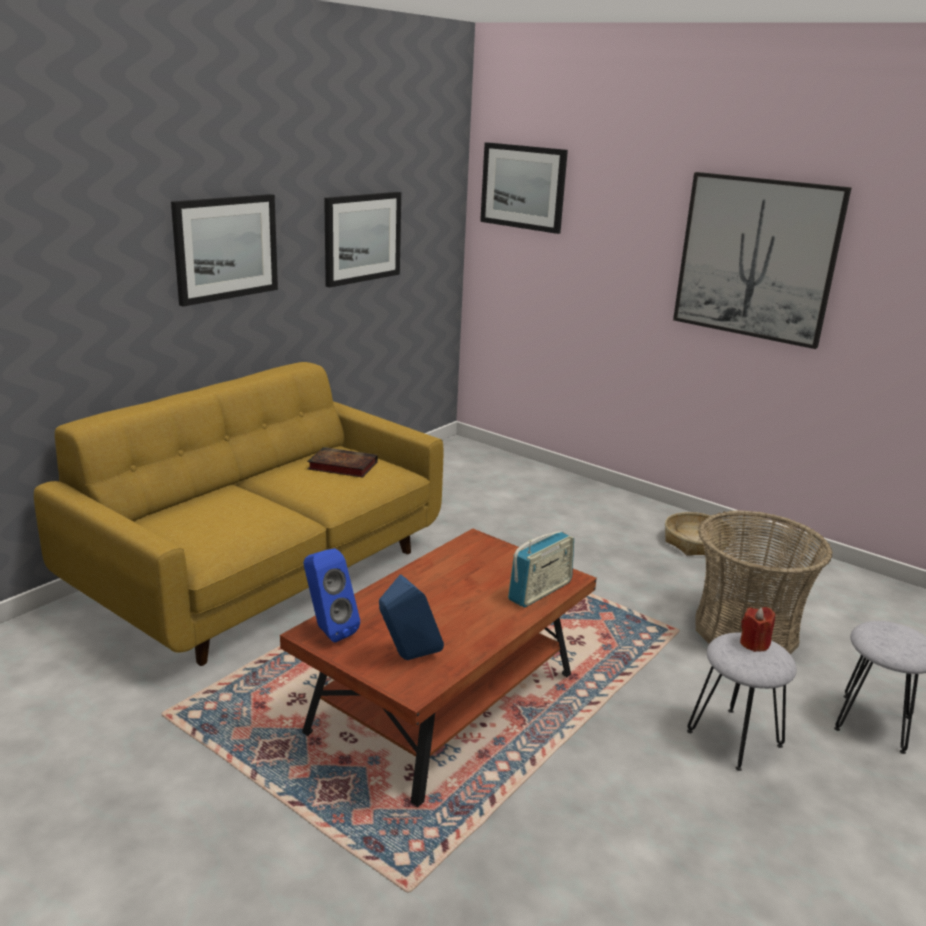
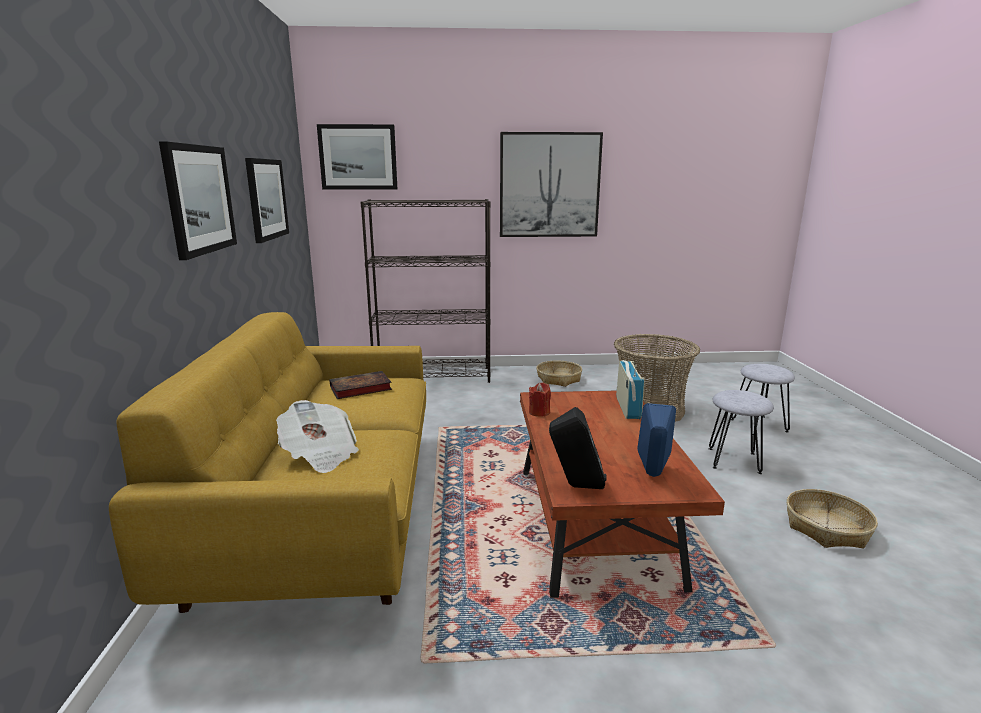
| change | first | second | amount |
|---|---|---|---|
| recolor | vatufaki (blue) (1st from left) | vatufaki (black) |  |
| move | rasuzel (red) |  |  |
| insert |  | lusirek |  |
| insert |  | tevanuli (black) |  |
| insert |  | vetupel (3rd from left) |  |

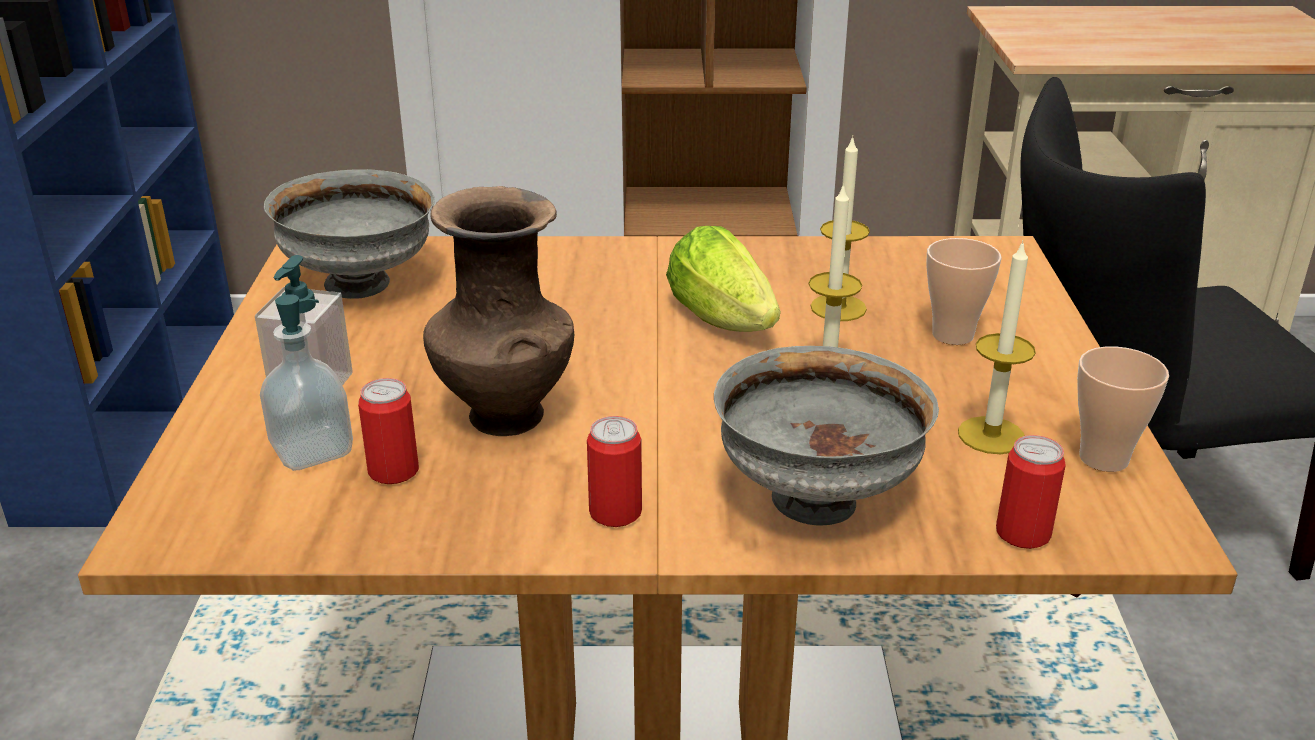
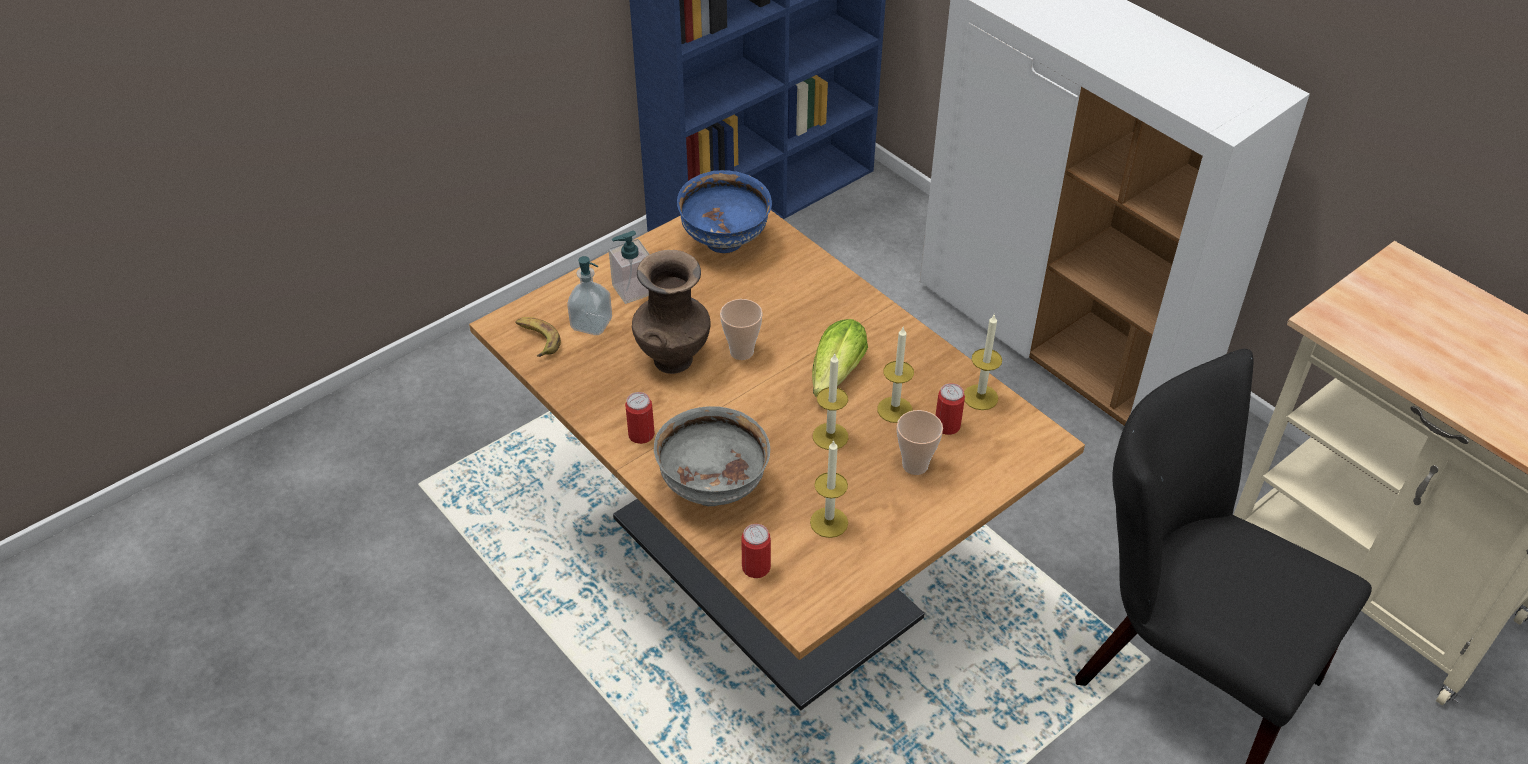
| change | first | second | amount |
|---|---|---|---|
| recolor | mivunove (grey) (1st from left) | mivunove (blue) |  |
| move | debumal (1st from left in the first image) | debumal (3rd from left) |  |
| move | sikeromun (2nd from left in the first image) | sikeromun (1st from left) |  |
| insert |  | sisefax |  |
| insert |  | rasuzel (4th from left) |  |

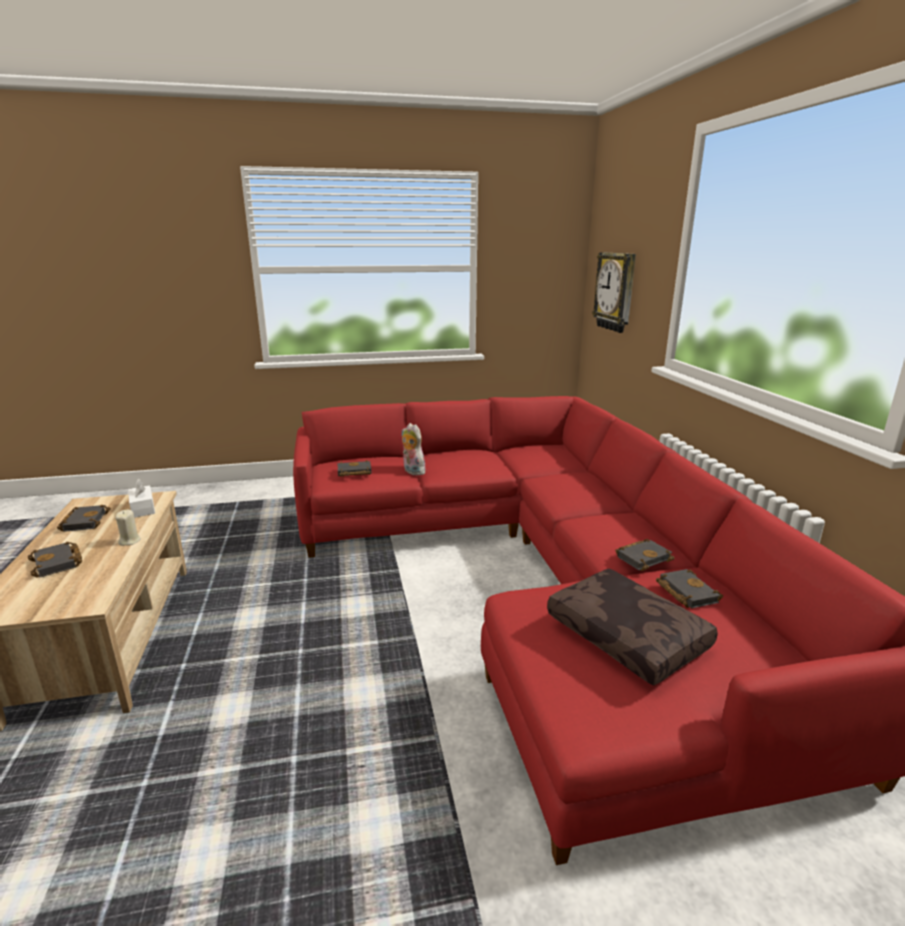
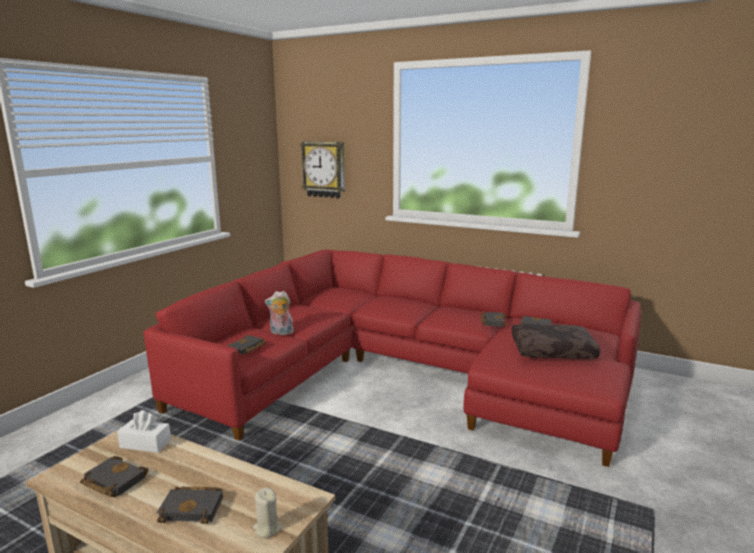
| change | first | second | amount |
|---|---|---|---|
| move | rasuzel (beige) |  |  |

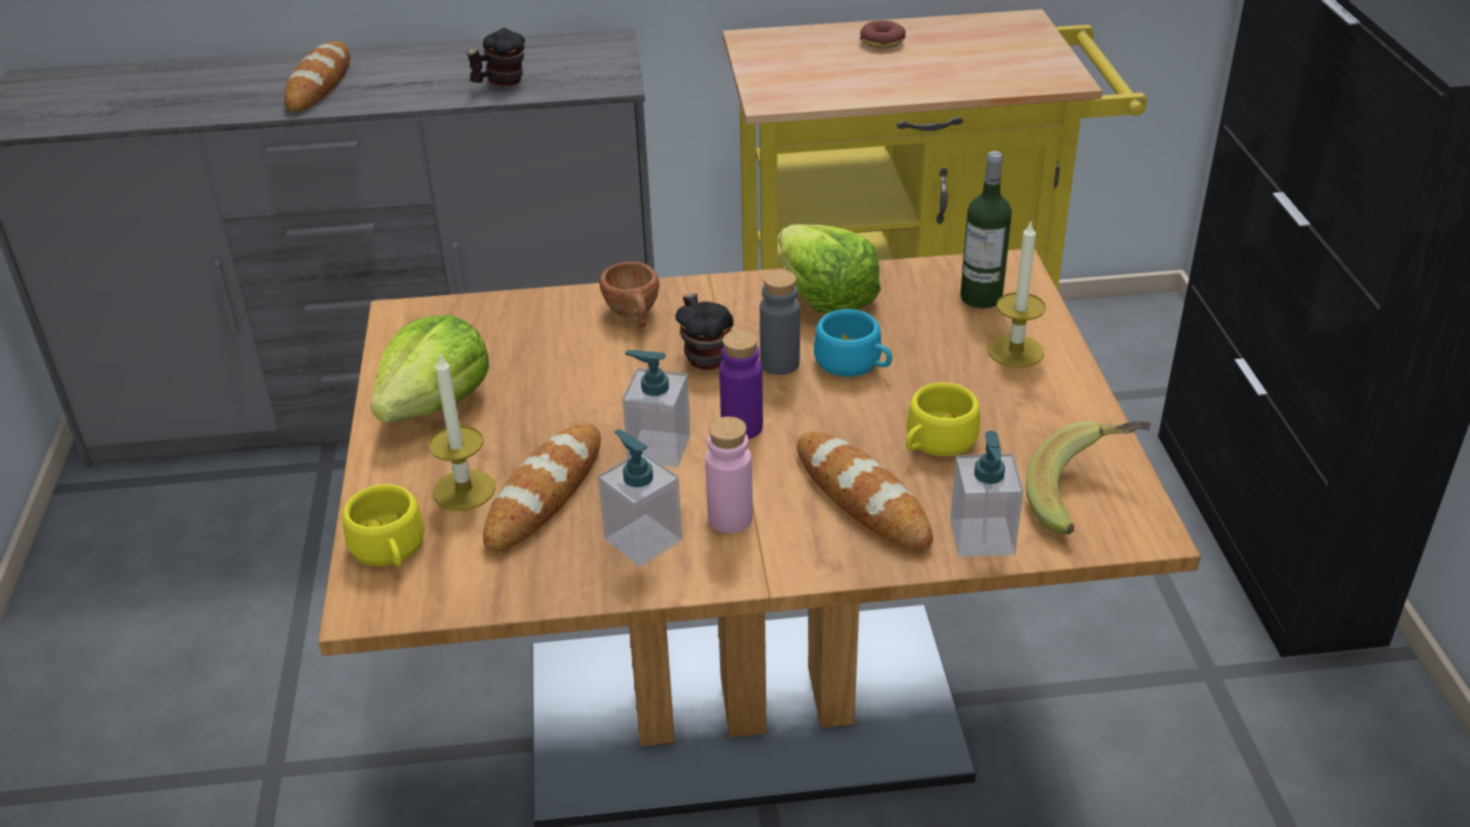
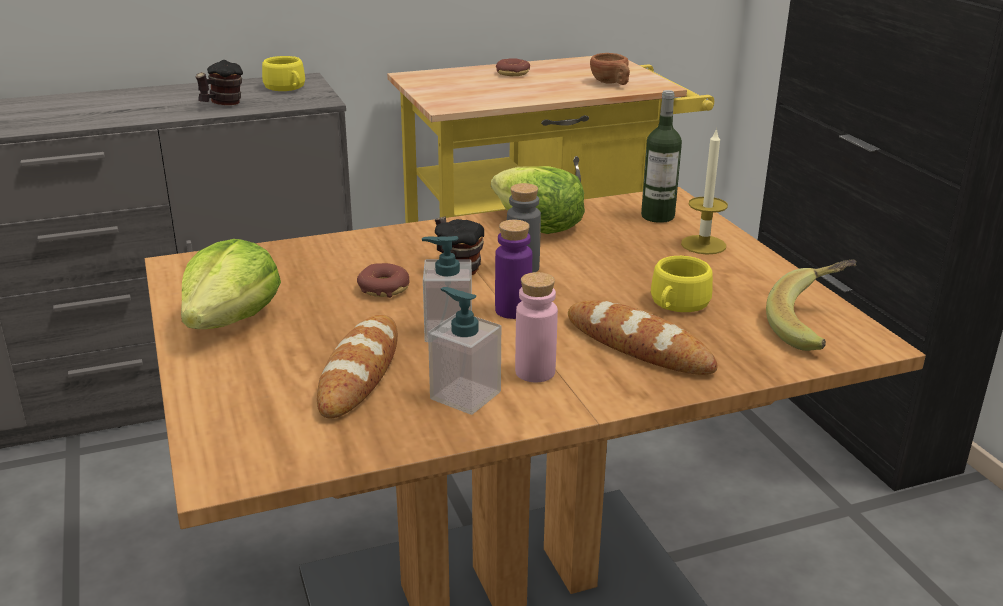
| change | first | second | amount |
|---|---|---|---|
| delete | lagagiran (1st from left) |  |  |
| move | sikeromun (yellow) (1st from left) |  |  |
| delete | rasuzel (1st from left) |  |  |
| move | sikeromun (brown) |  |  |
| delete | sikeromun (turquoise) |  |  |
| delete | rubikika (3rd from left) |  |  |
| insert |  | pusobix (1st from left) |  |

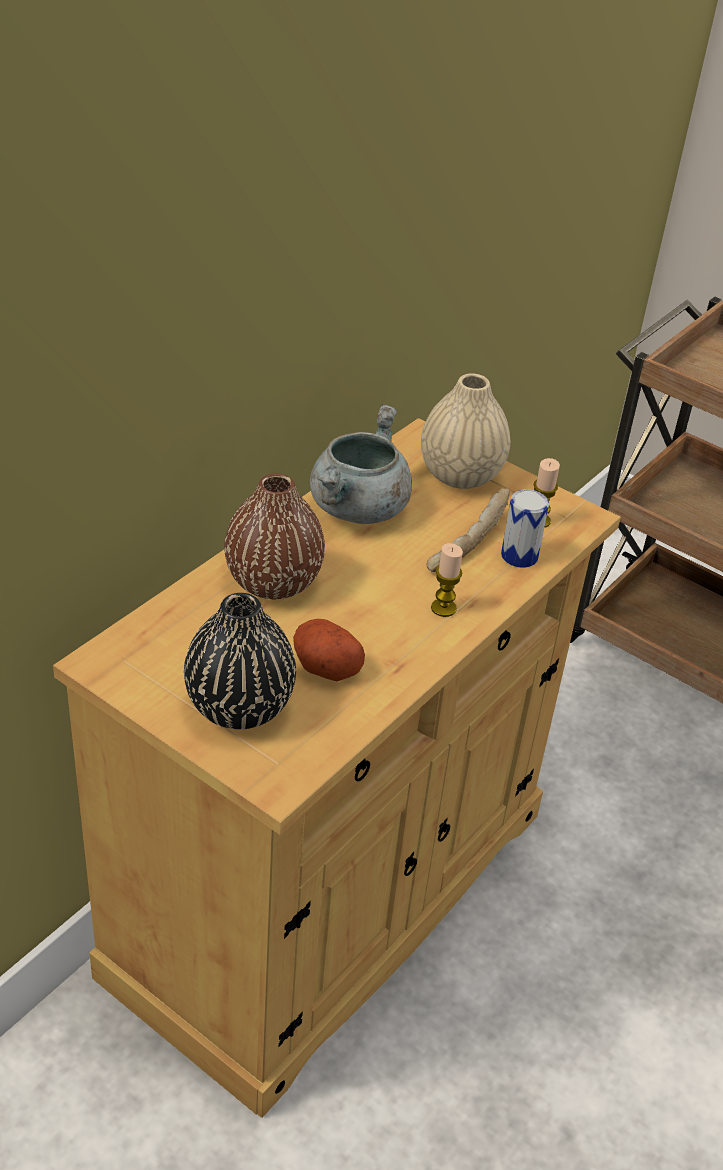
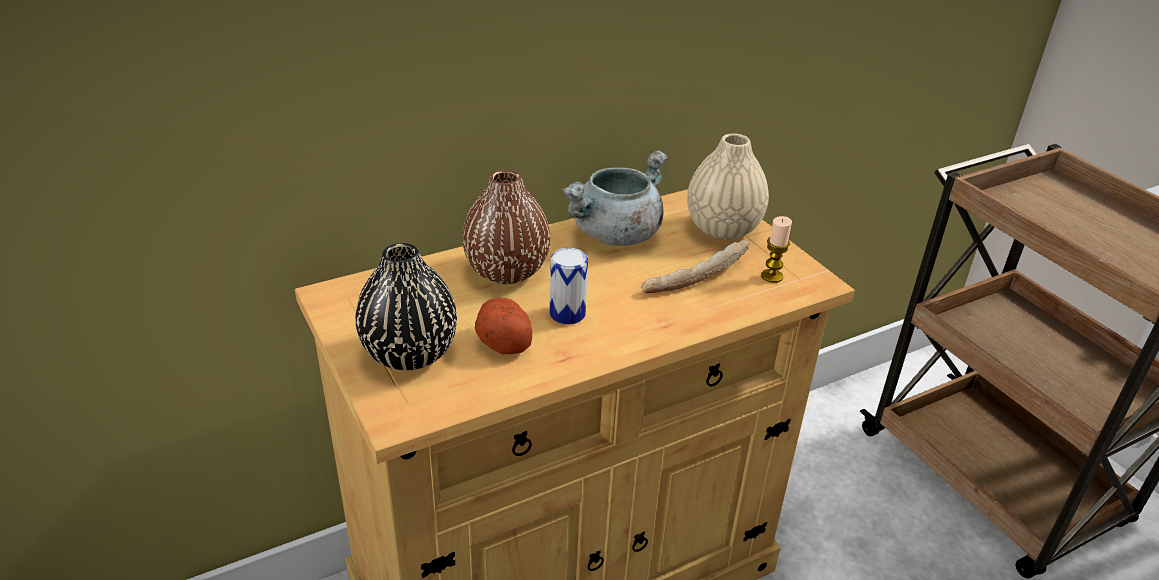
| change | first | second | amount |
|---|---|---|---|
| delete | rasuzel (1st from left) |  |  |
| move | debumal |  |  |

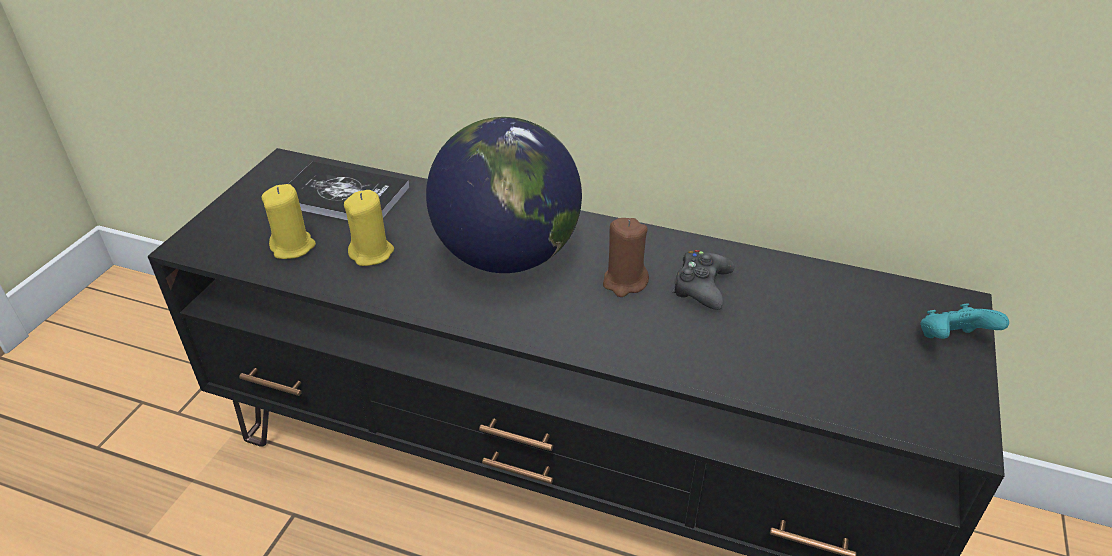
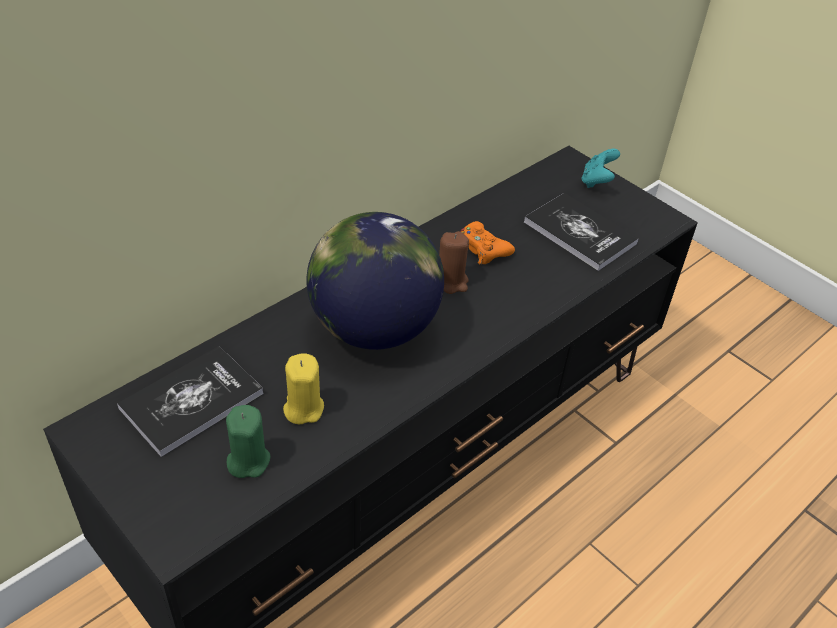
| change | first | second | amount |
|---|---|---|---|
| recolor | rasuzel (yellow) (1st from left) | rasuzel (green) |  |
| recolor | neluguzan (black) | neluguzan (orange) |  |
| insert |  | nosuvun (2nd from left) |  |

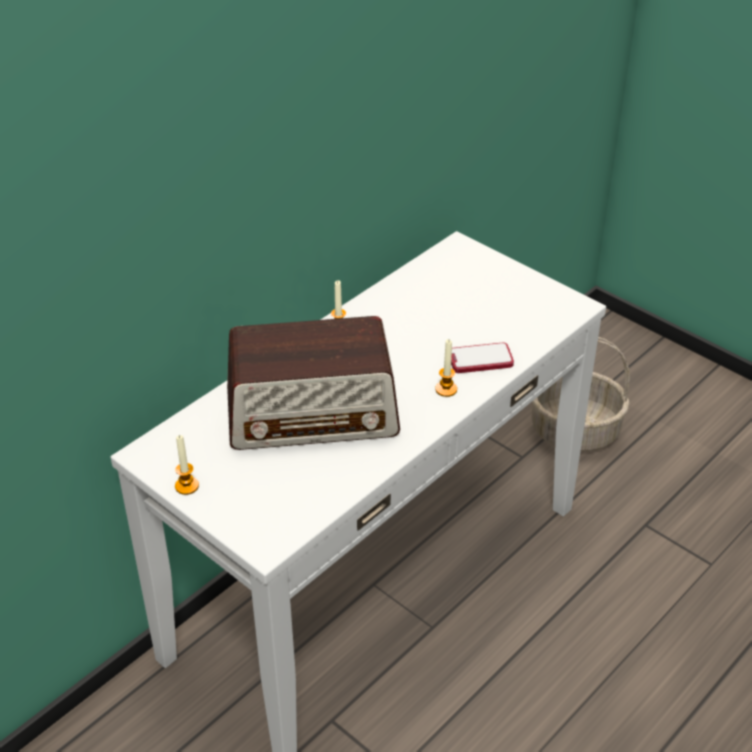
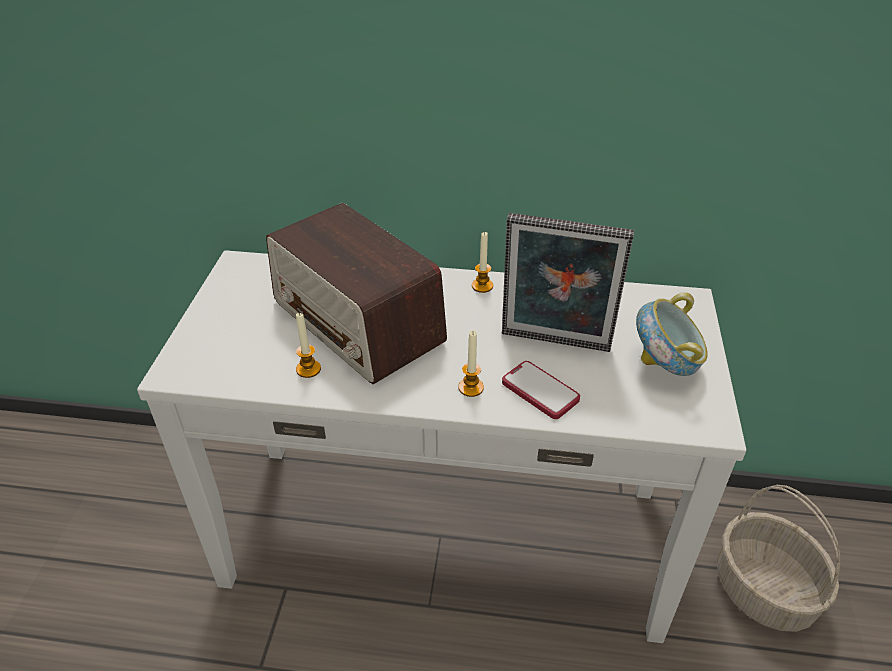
| change | first | second | amount |
|---|---|---|---|
| move | rasuzel (1st from left) |  |  |
| insert |  | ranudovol |  |
| insert |  | mivunove |  |

